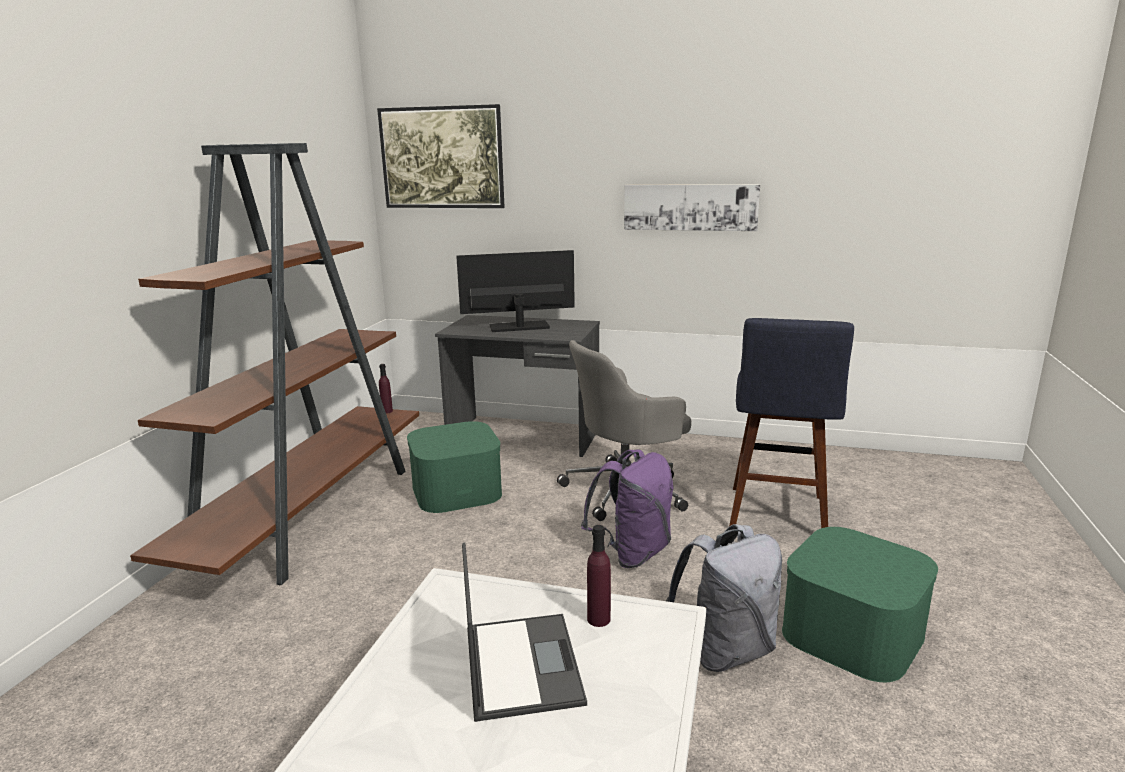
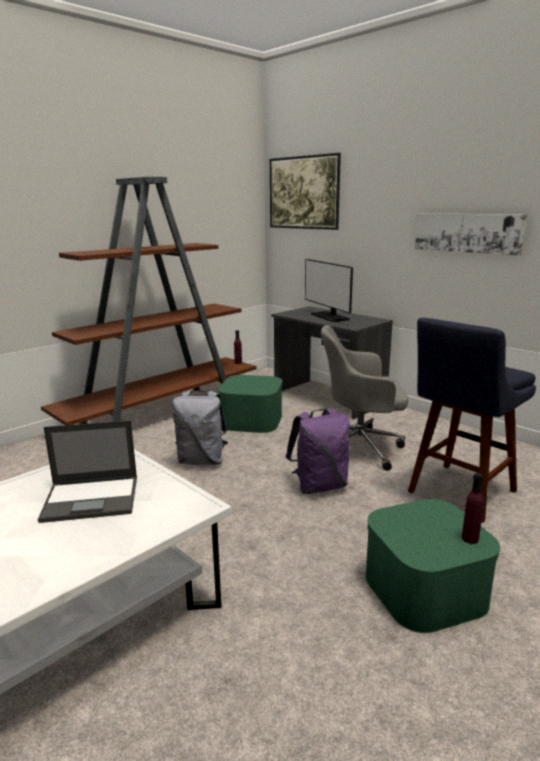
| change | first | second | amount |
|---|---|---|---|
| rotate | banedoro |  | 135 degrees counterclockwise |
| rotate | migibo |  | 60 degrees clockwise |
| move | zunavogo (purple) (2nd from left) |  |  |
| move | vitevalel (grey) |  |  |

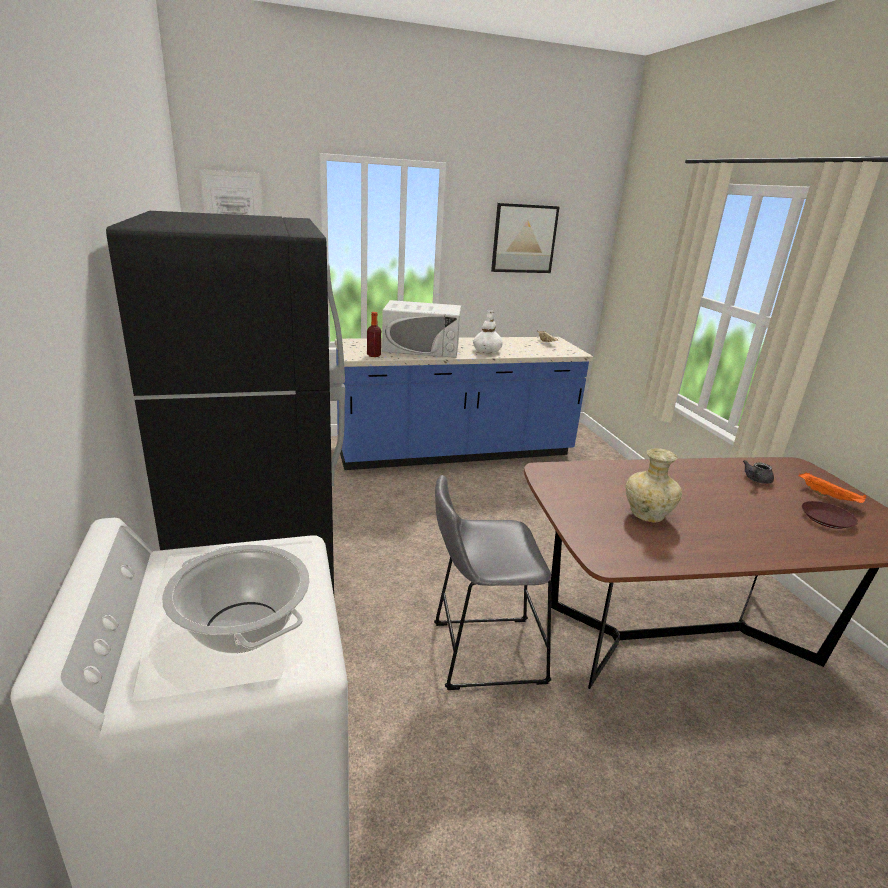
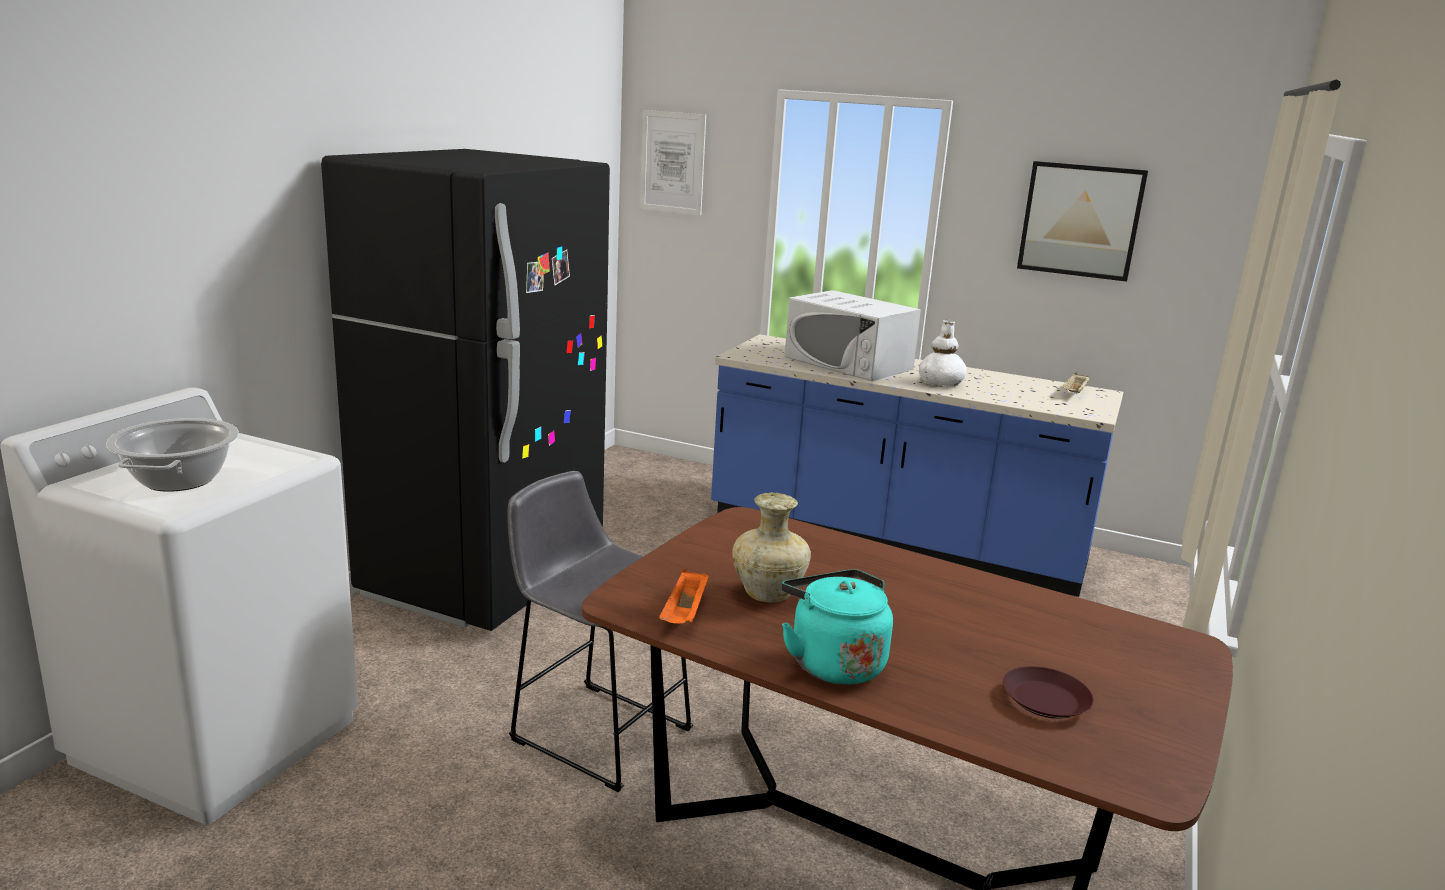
| change | first | second | amount |
|---|---|---|---|
| delete | zunavogo |  |  |
| delete | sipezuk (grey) |  |  |
| move | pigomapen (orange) |  |  |
| insert |  | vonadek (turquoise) |  |

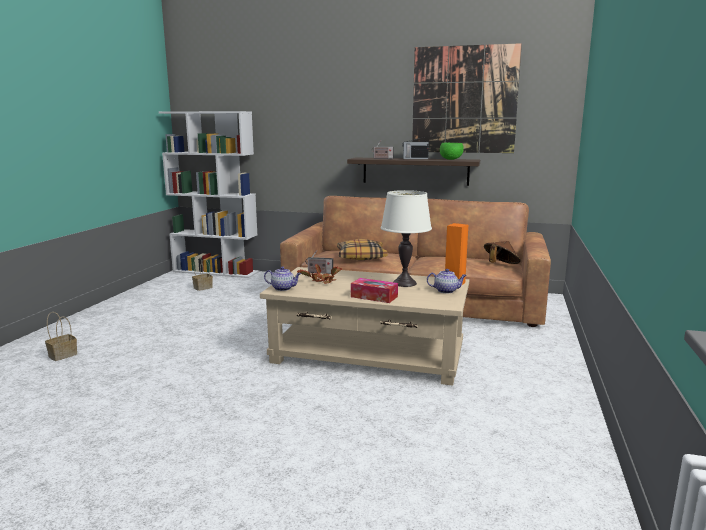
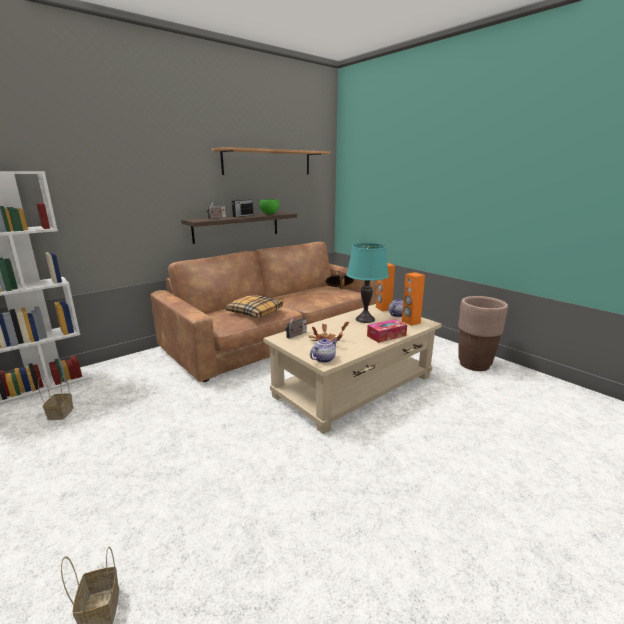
| change | first | second | amount |
|---|---|---|---|
| recolor | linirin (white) | linirin (turquoise) |  |
| replace | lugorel | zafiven (2nd from left) |  |
| insert |  | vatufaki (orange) (2nd from left) |  |
| insert |  | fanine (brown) |  |

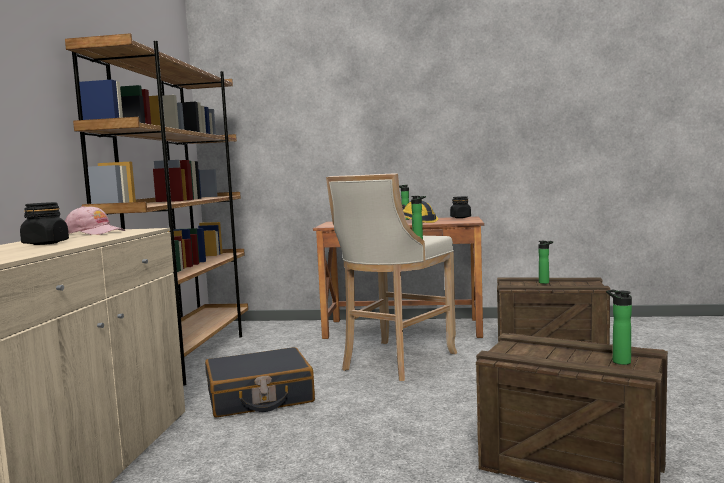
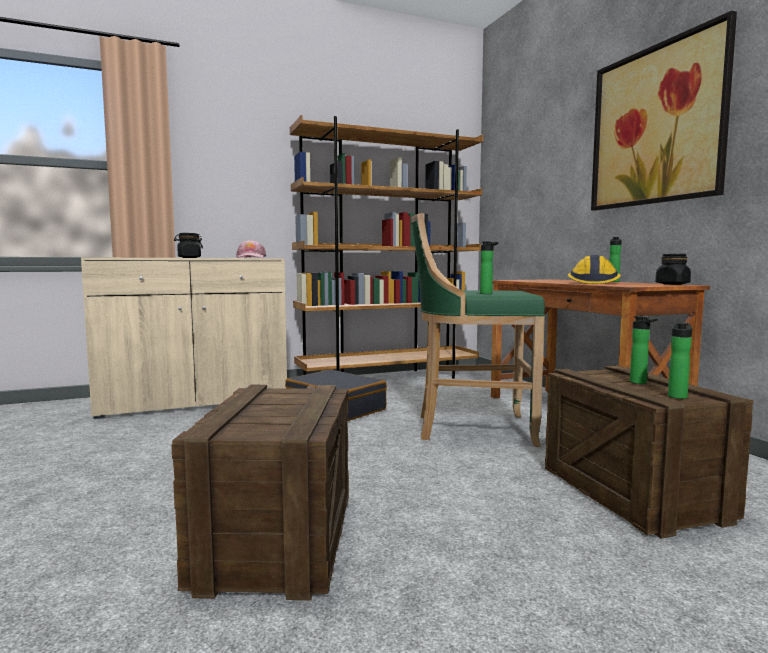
| change | first | second | amount |
|---|---|---|---|
| recolor | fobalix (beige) | fobalix (green) |  |
| move | zunavogo (4th from left) |  |  |
| insert |  | lugorel |  |

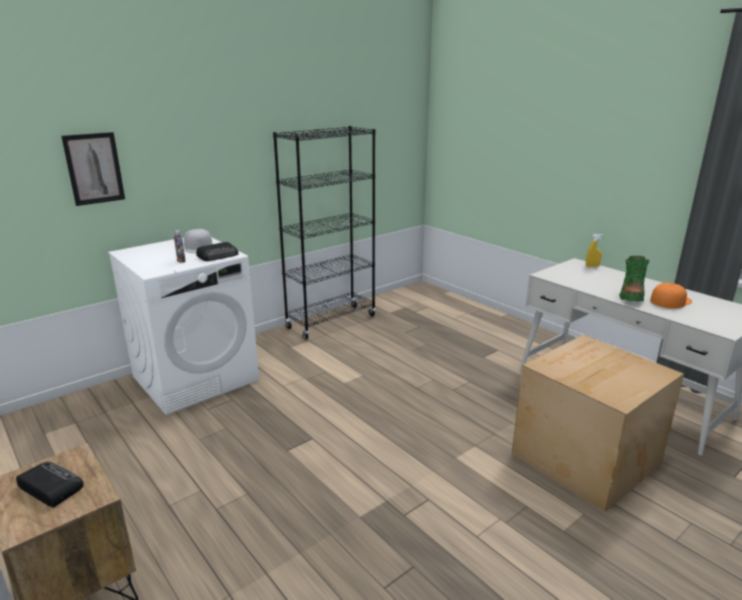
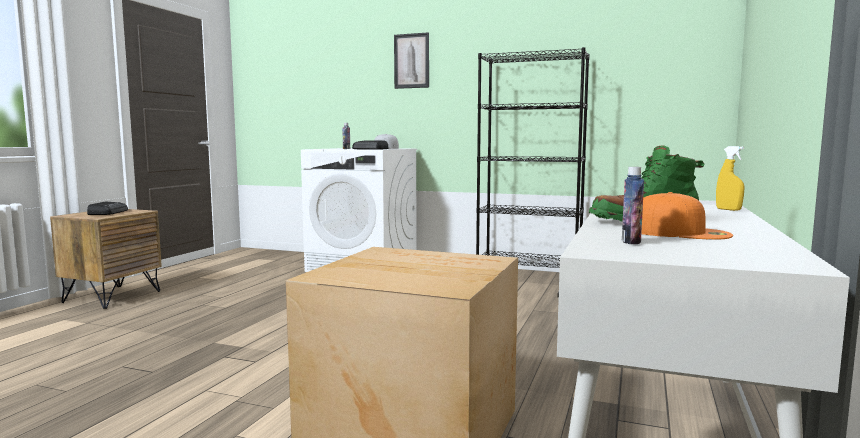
| change | first | second | amount |
|---|---|---|---|
| move | lugorel |  |  |
| insert |  | zunavogo (2nd from left) |  |

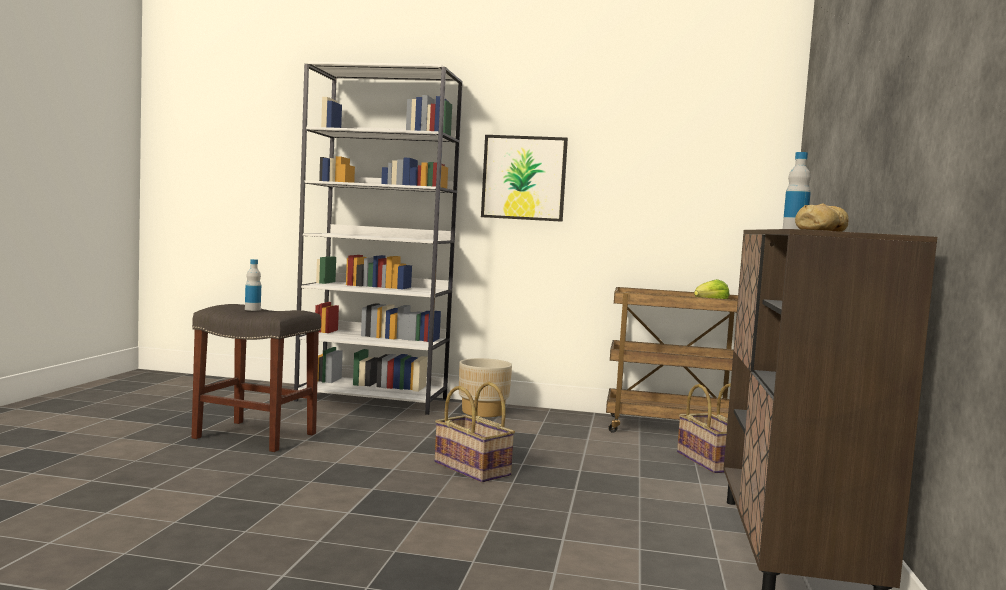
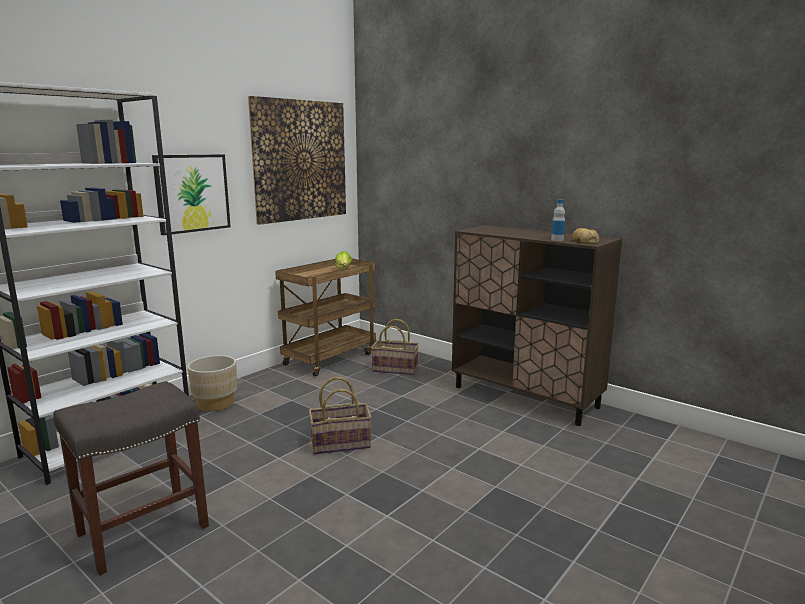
| change | first | second | amount |
|---|---|---|---|
| delete | zunavogo (1st from left) |  |  |
| insert |  | lugorel (2nd from left) |  |

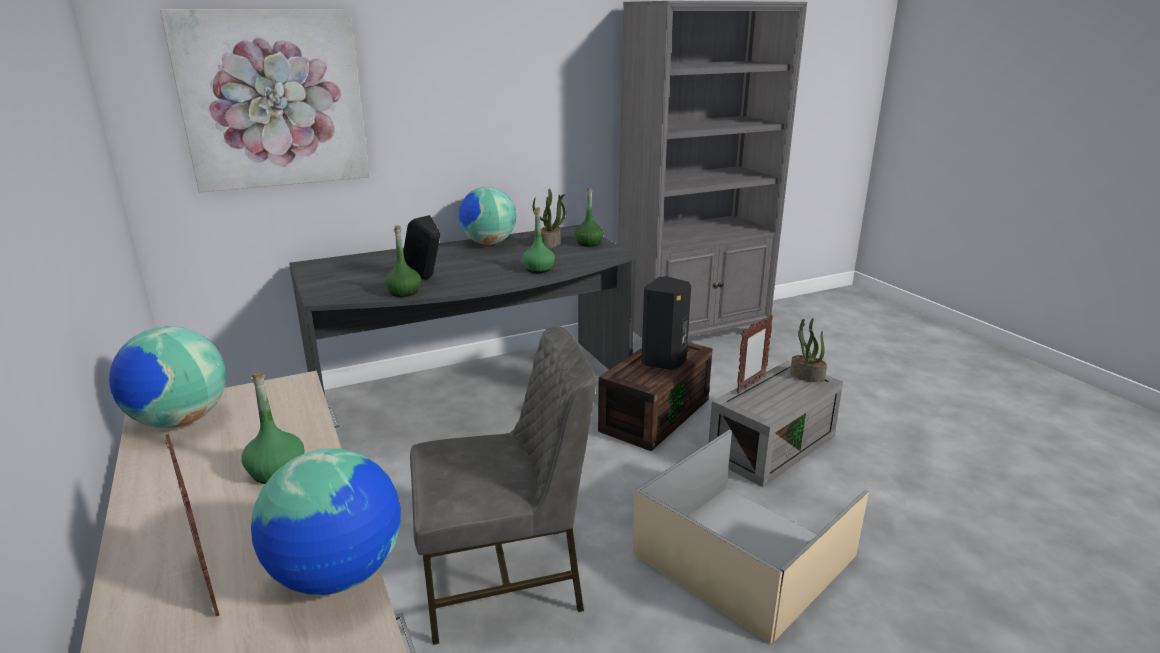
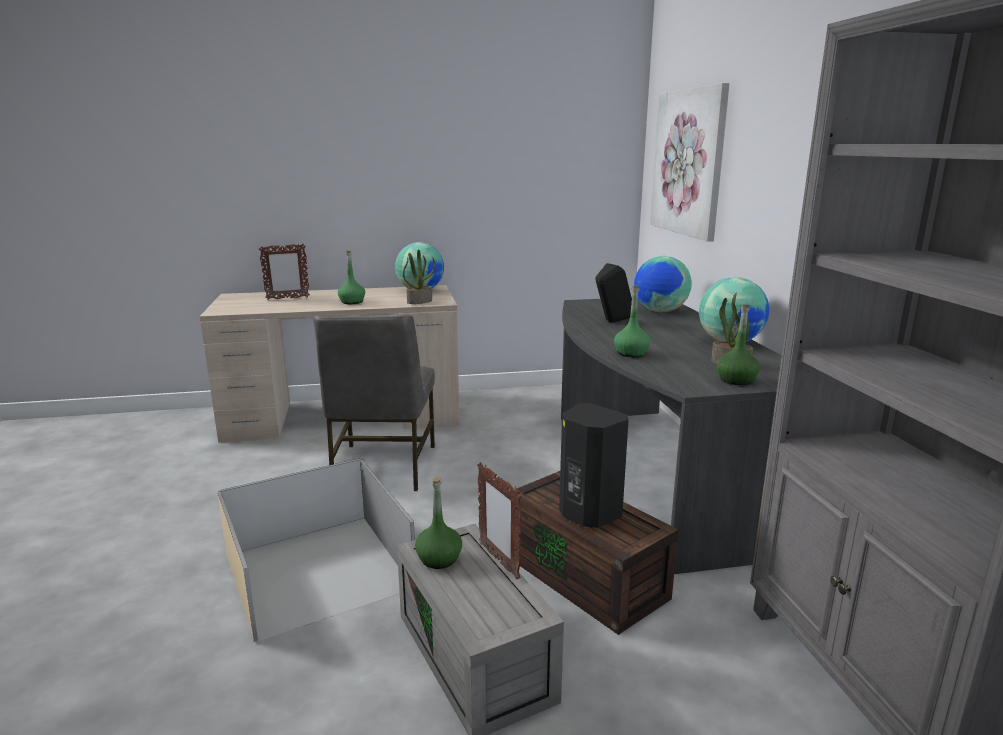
| change | first | second | amount |
|---|---|---|---|
| move | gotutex (2nd from left) |  |  |
| move | zunavogo (green) (2nd from left) |  |  |
| move | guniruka (2nd from left in the first image) | guniruka (1st from left) |  |

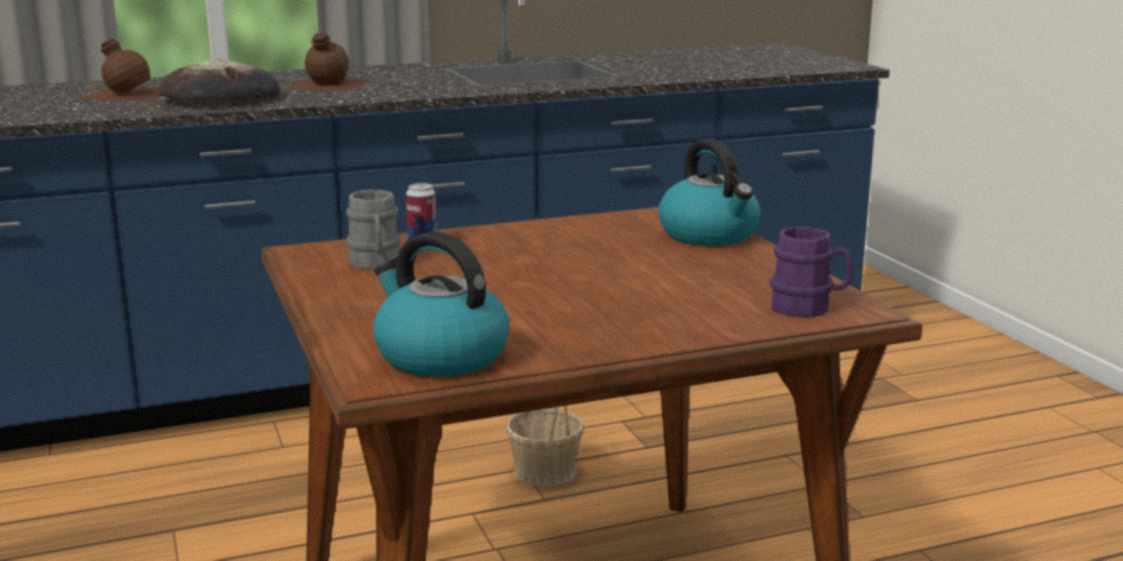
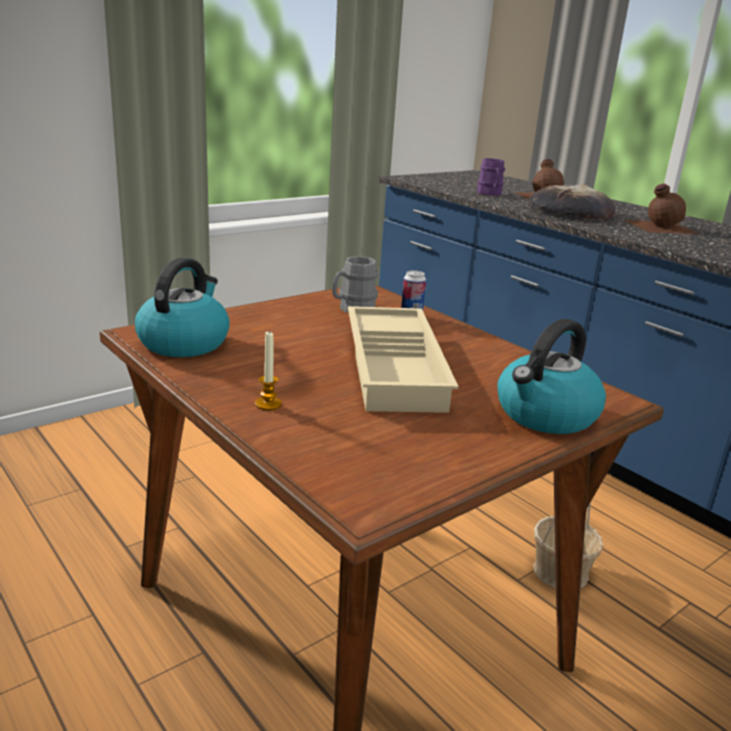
| change | first | second | amount |
|---|---|---|---|
| move | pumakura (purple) |  |  |
| insert |  | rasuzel |  |
| insert |  | pigomapen (beige) |  |

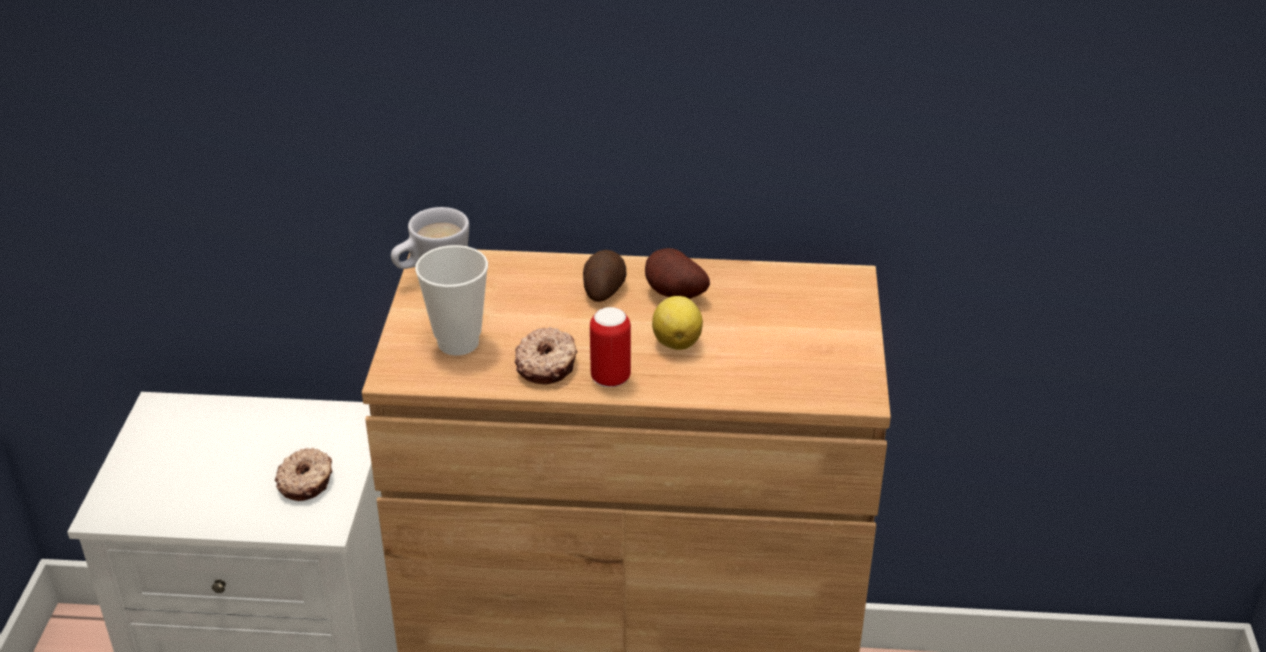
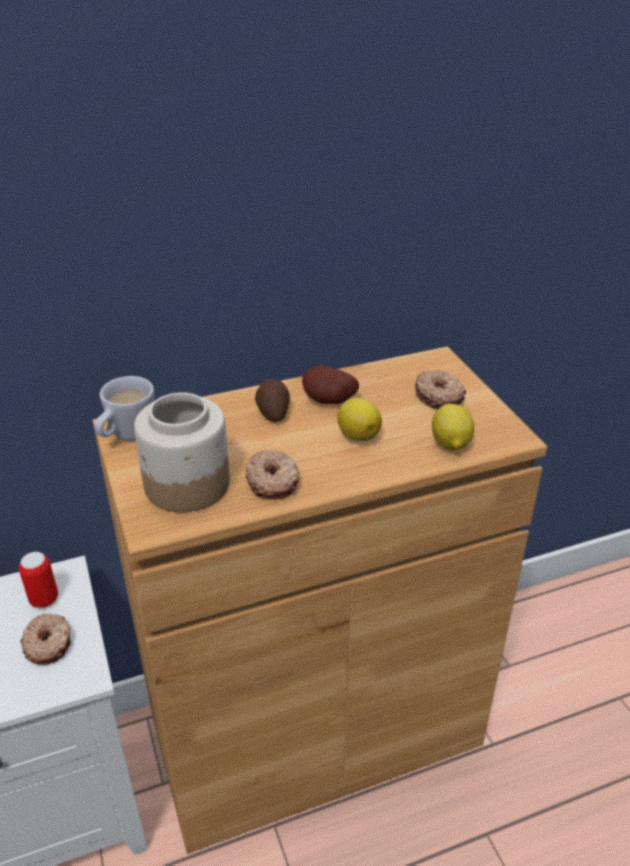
| change | first | second | amount |
|---|---|---|---|
| replace | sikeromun | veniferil |  |
| move | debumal |  |  |
| insert |  | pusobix (3rd from left) |  |
| insert |  | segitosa (2nd from left) |  |

